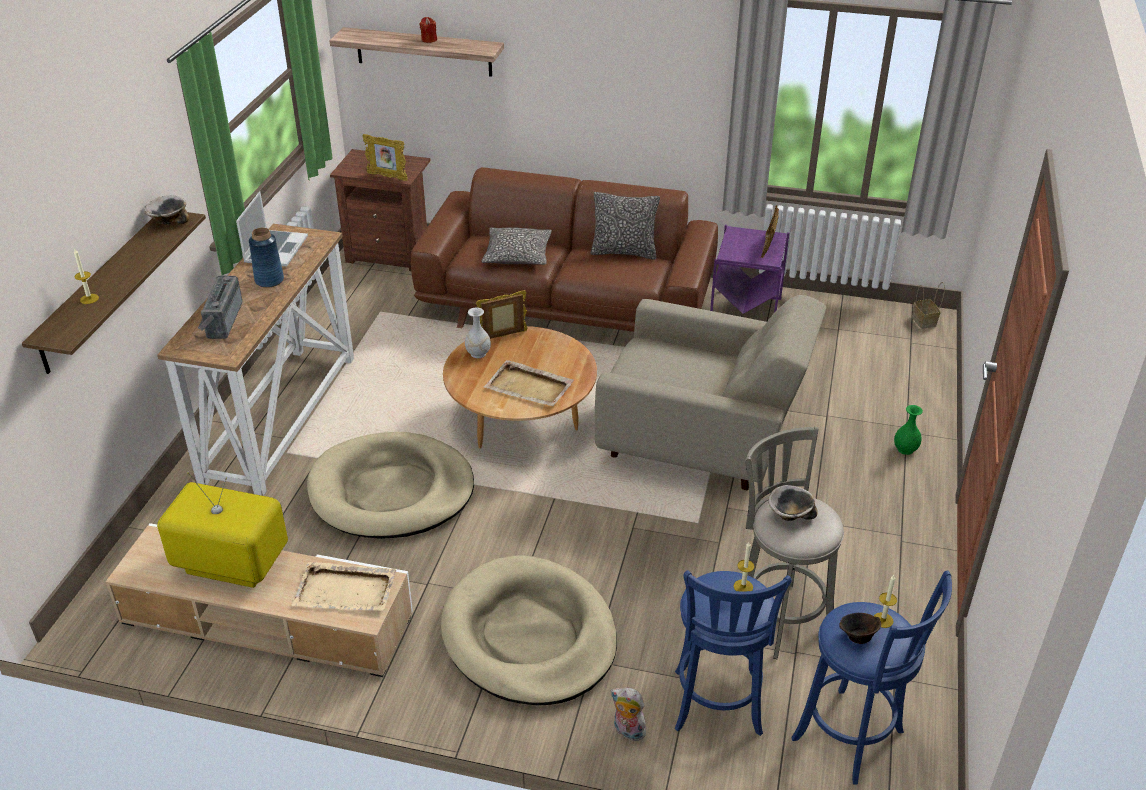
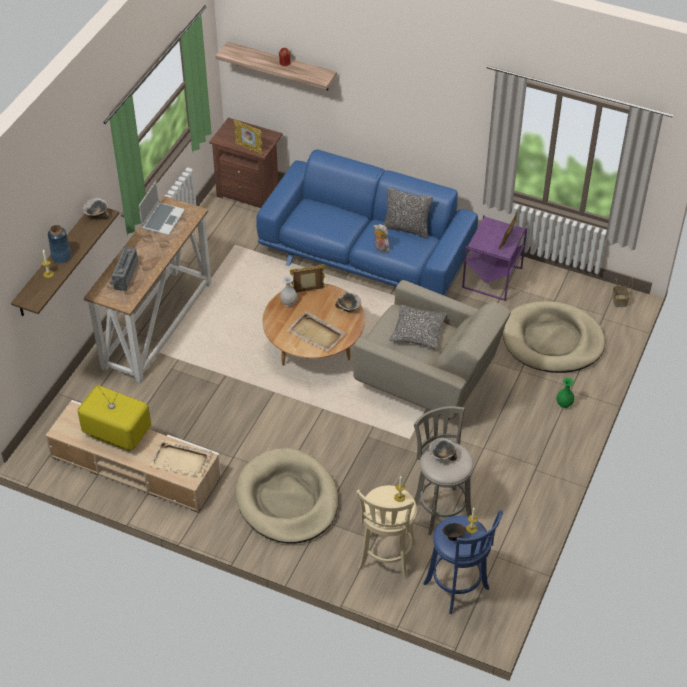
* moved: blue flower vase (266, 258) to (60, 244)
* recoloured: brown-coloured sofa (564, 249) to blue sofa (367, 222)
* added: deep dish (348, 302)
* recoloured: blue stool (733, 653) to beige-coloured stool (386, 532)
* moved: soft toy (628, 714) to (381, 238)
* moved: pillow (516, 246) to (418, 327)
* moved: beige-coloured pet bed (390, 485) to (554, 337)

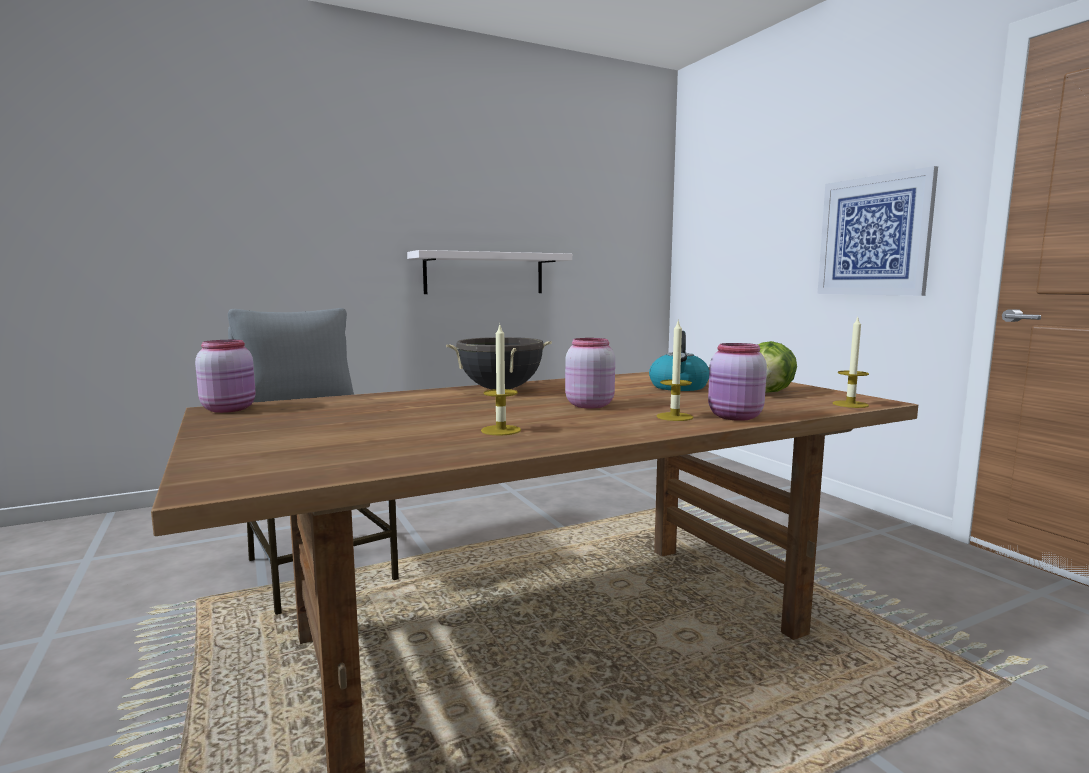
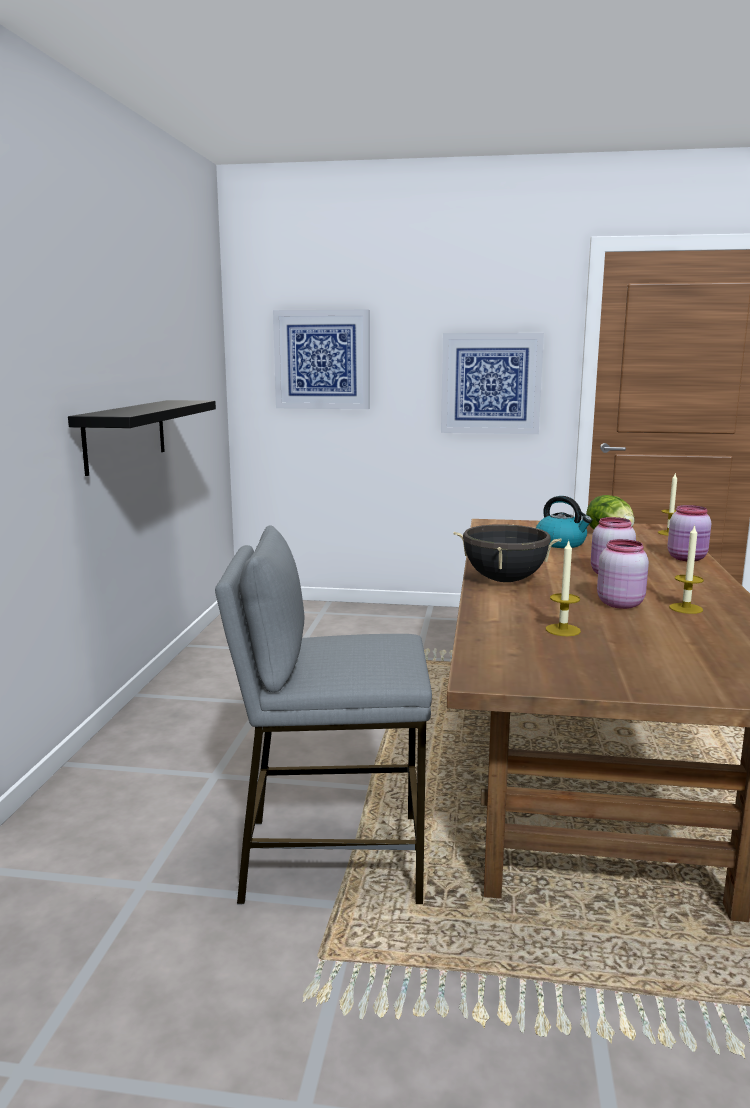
* recoloured: whitish shelf (489, 272) to black-coloured shelf (142, 438)
* added: wall art (321, 359)
* moved: candle (674, 371) to (563, 588)
* moved: pinkish jar (225, 376) to (623, 574)

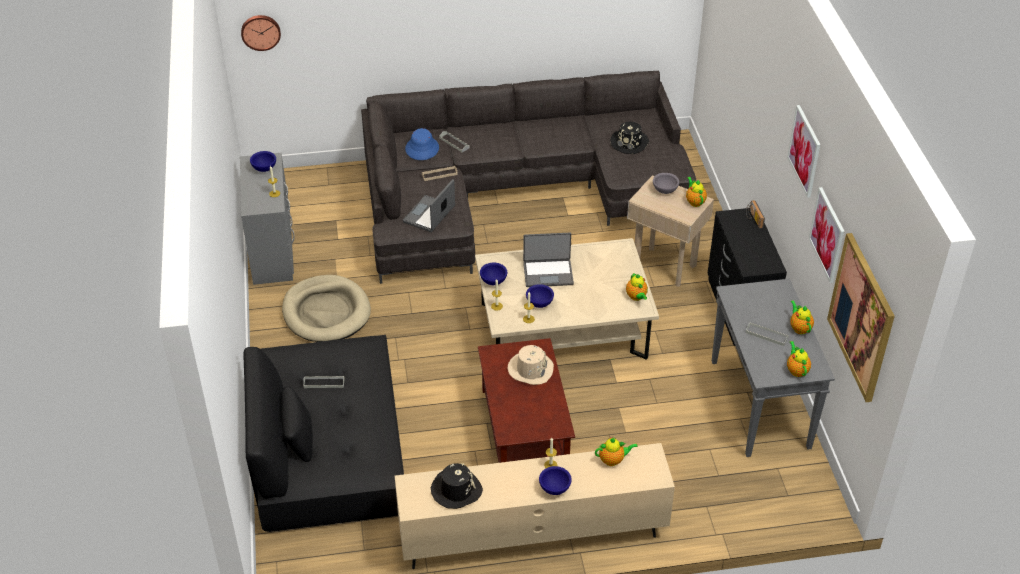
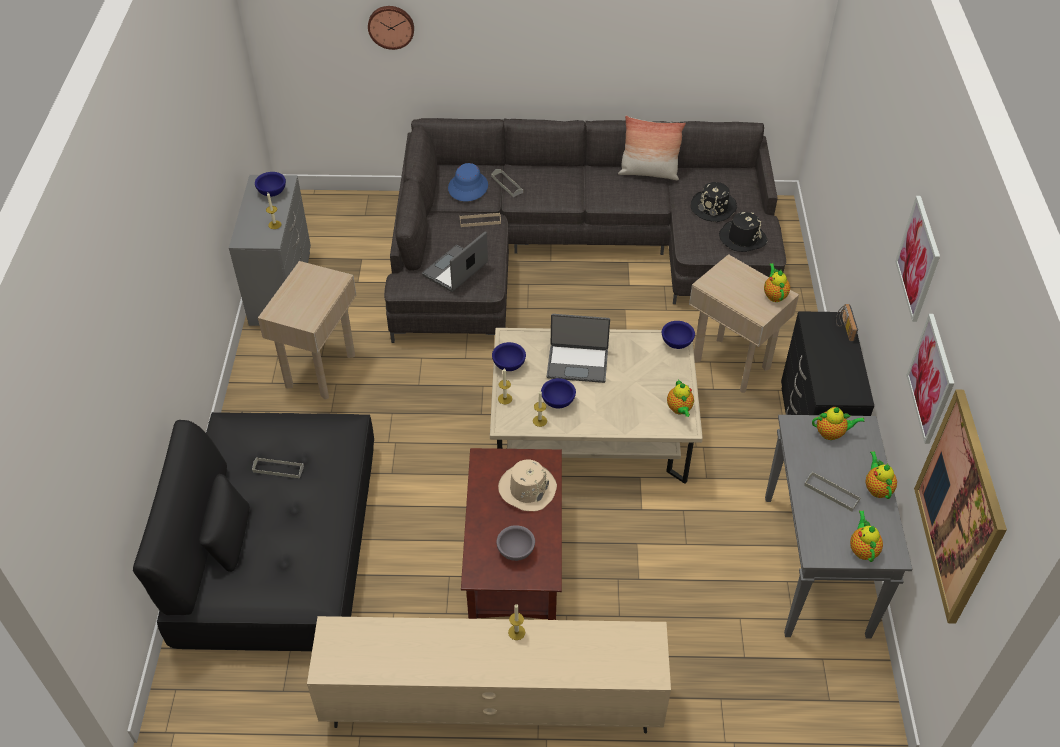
* replaced: beige-coloured pet bed (326, 308) to beige-coloured end table (307, 330)
* moved: clock on the wall (261, 33) to (391, 28)
* moved: gray deep dish (666, 183) to (515, 543)
* added: pillow (652, 147)
* moved: blue deep dish (555, 480) to (678, 335)
* moved: black-coloured clothing hat (457, 486) to (743, 232)
* moved: pot for tea (616, 451) to (838, 423)

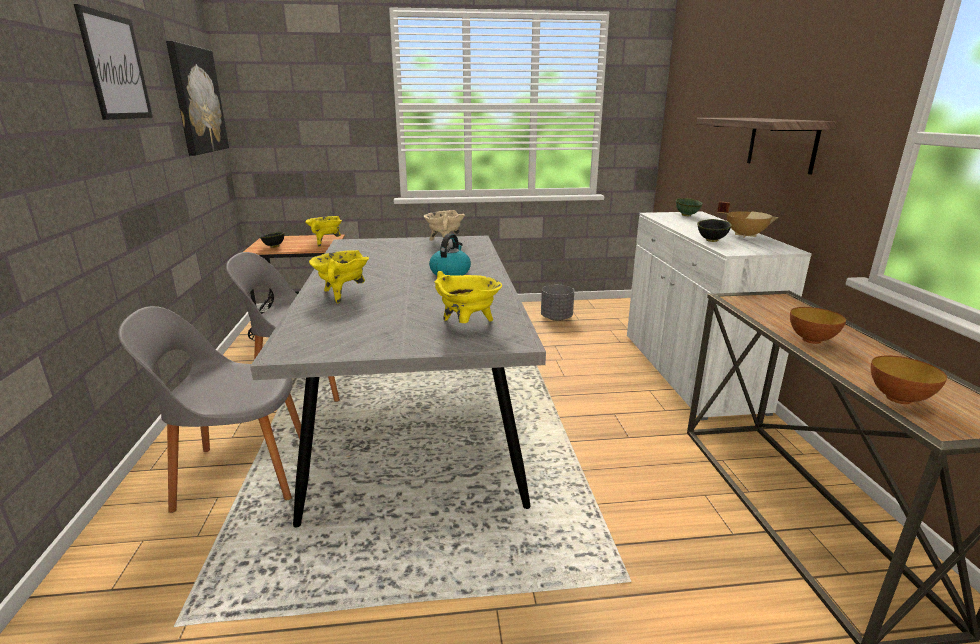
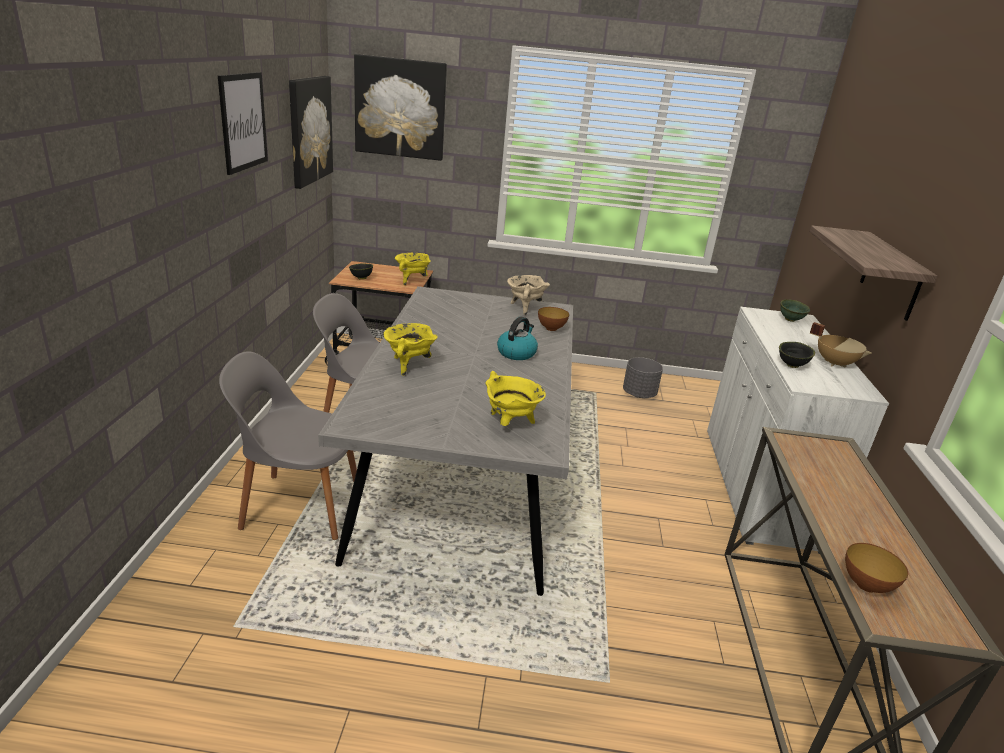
* added: wall art (400, 107)
* moved: deep dish (818, 325) to (553, 319)

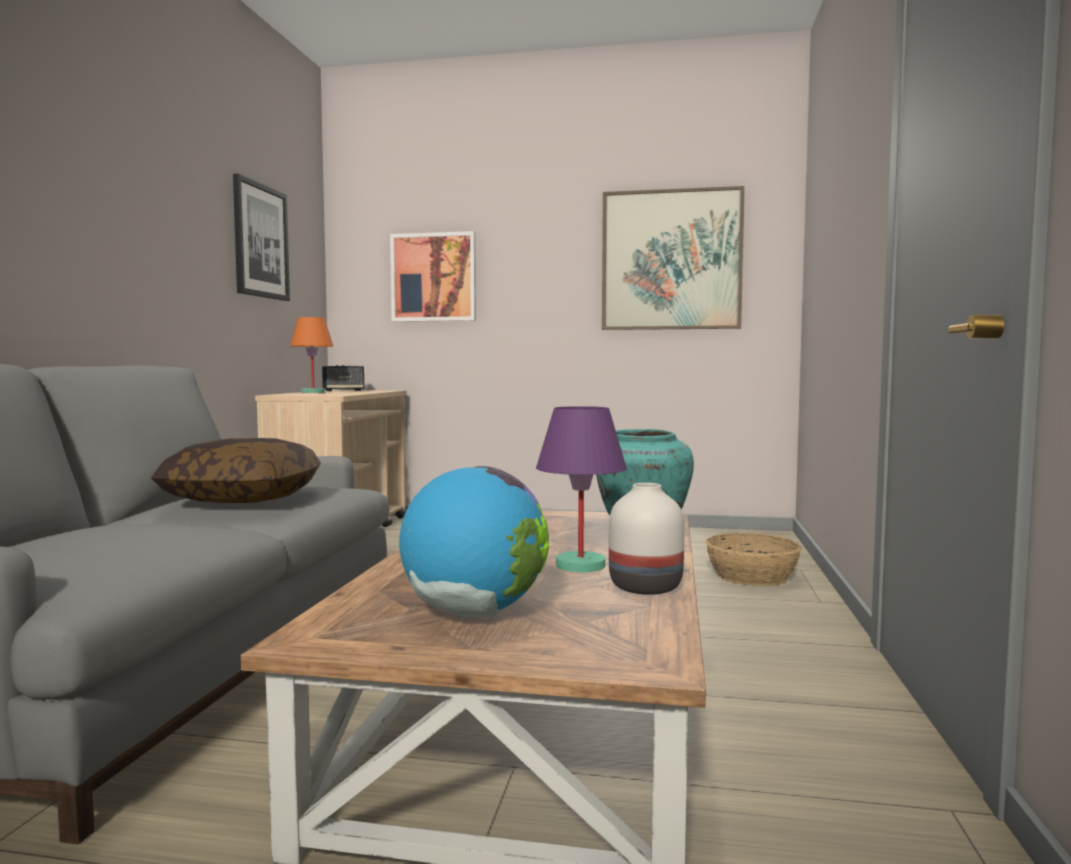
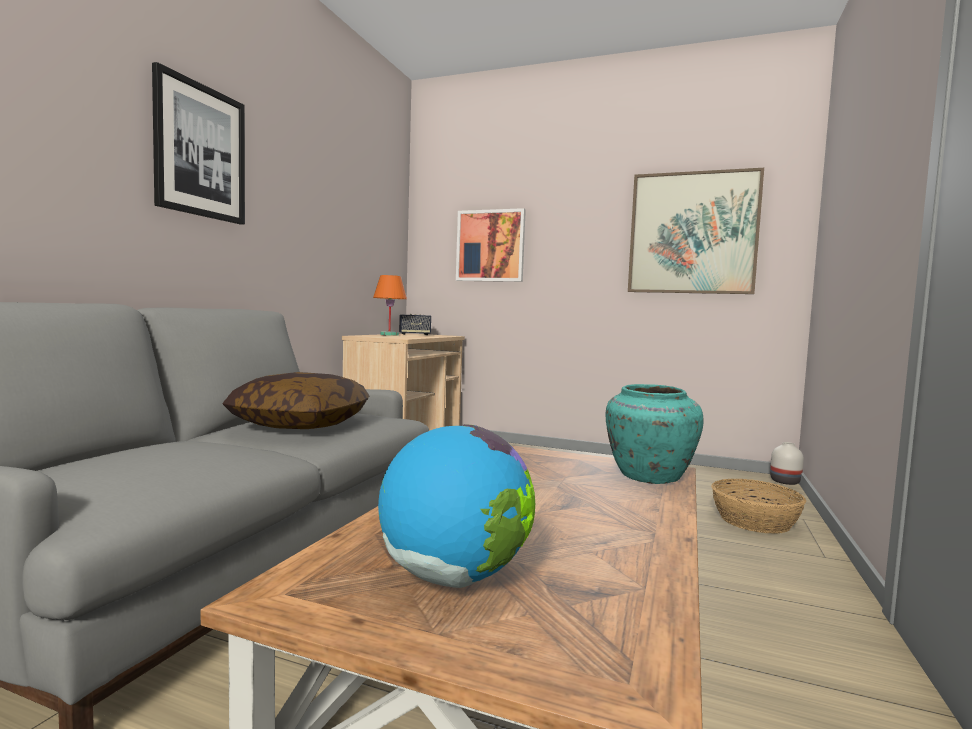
* moved: wall art (261, 237) to (198, 143)
* moved: whitish flower vase (646, 539) to (787, 463)
* removed: purple lamp for a table (581, 489)

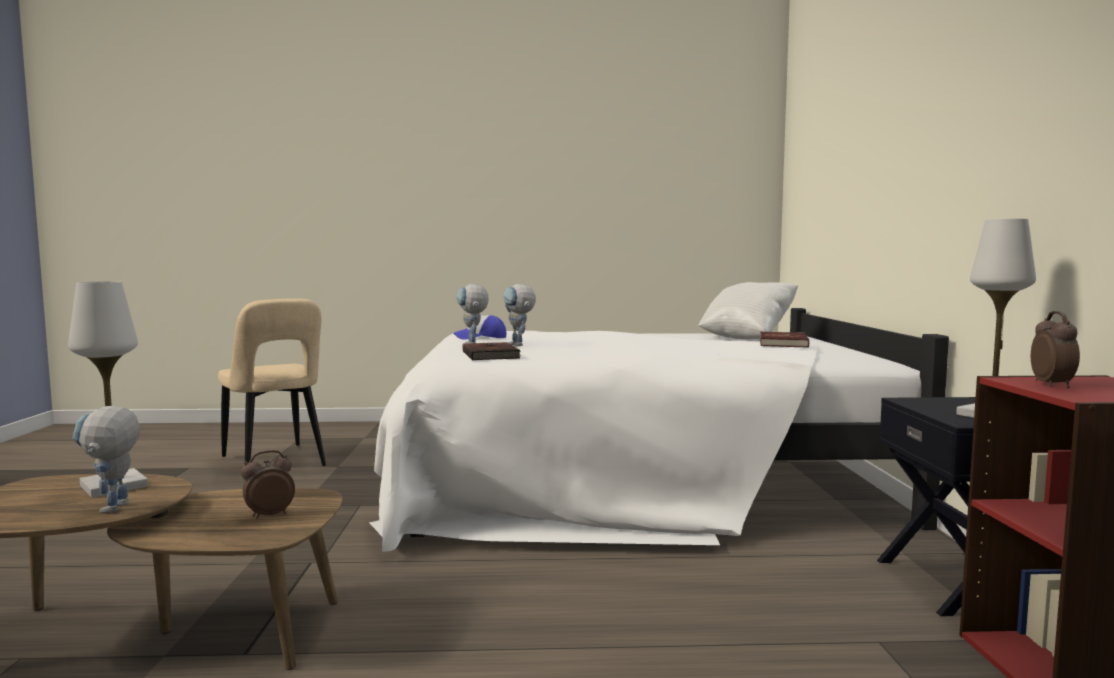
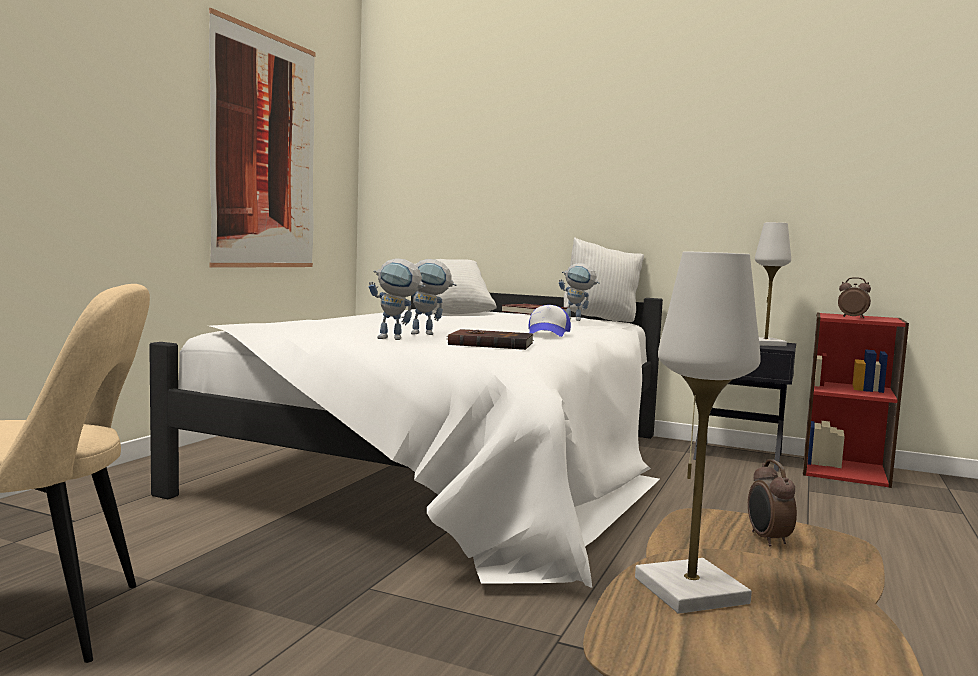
* added: wall art (262, 138)
* moved: peaked cap (480, 327) to (549, 321)
* moved: model robot (106, 459) to (579, 292)
* added: whitish pillow (604, 279)

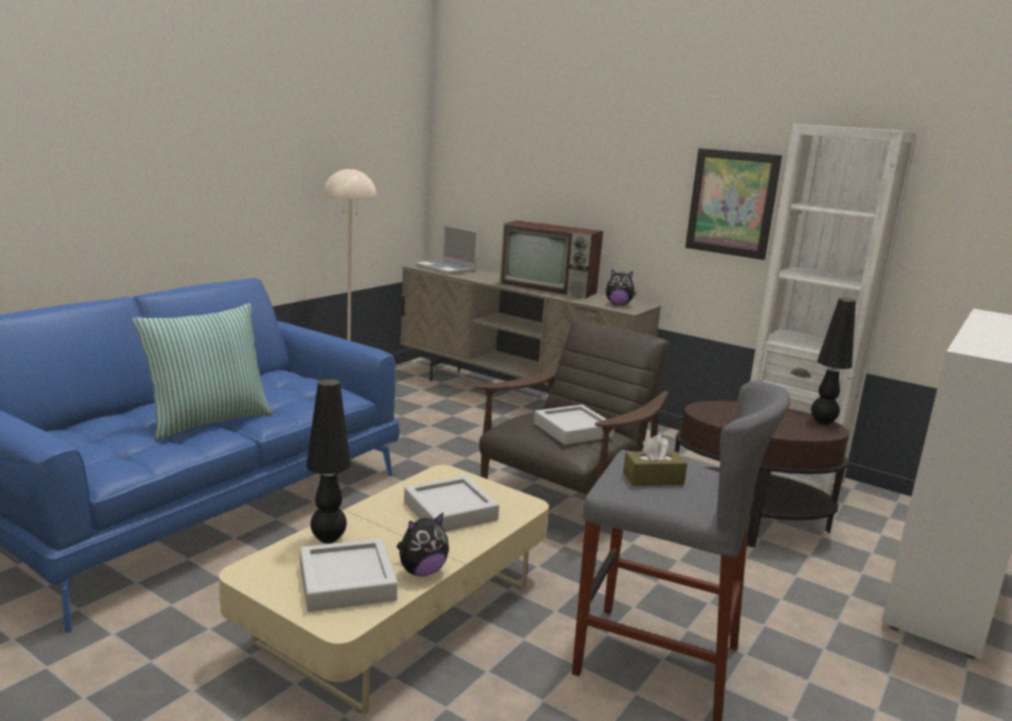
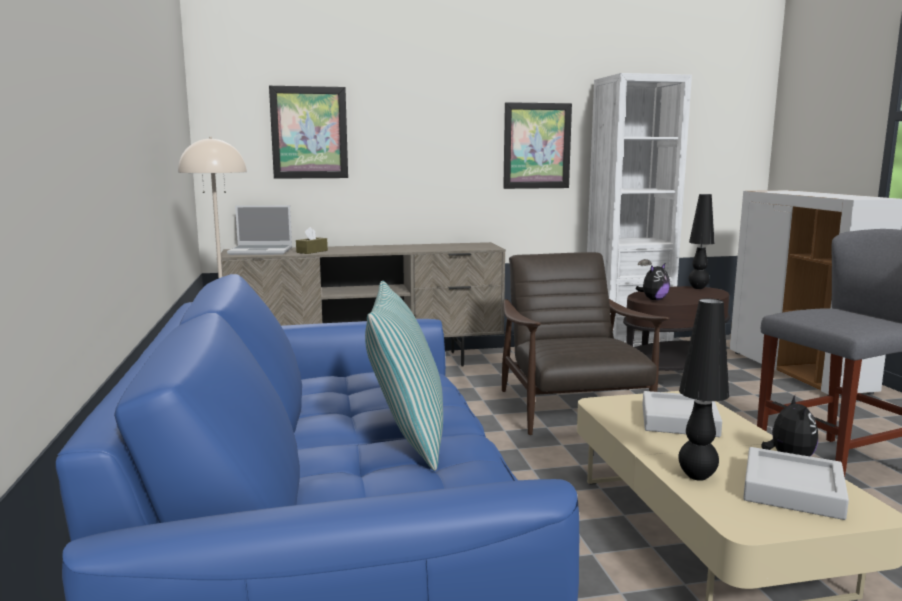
* added: wall art (308, 132)
* moved: brown-coloured box of tissues (655, 460) to (312, 240)
* moved: soft toy (621, 287) to (653, 282)
* removed: television (551, 259)
* removed: gray tray (574, 425)

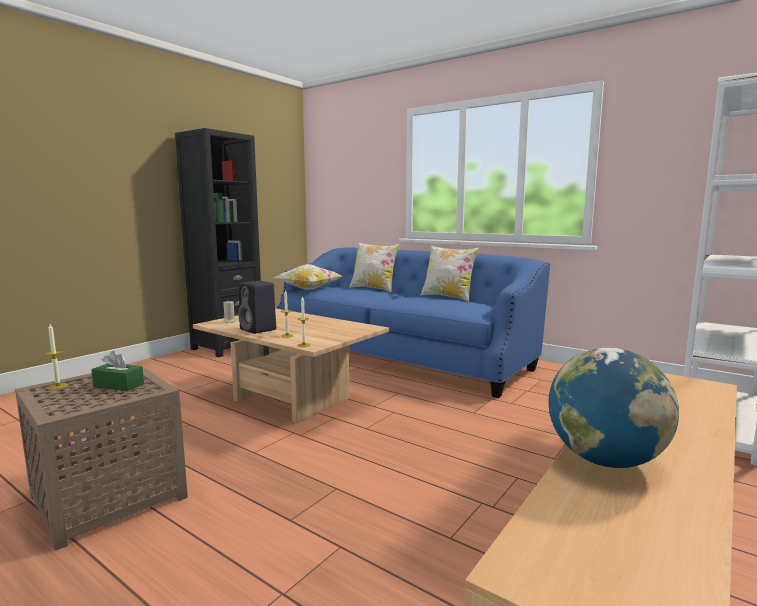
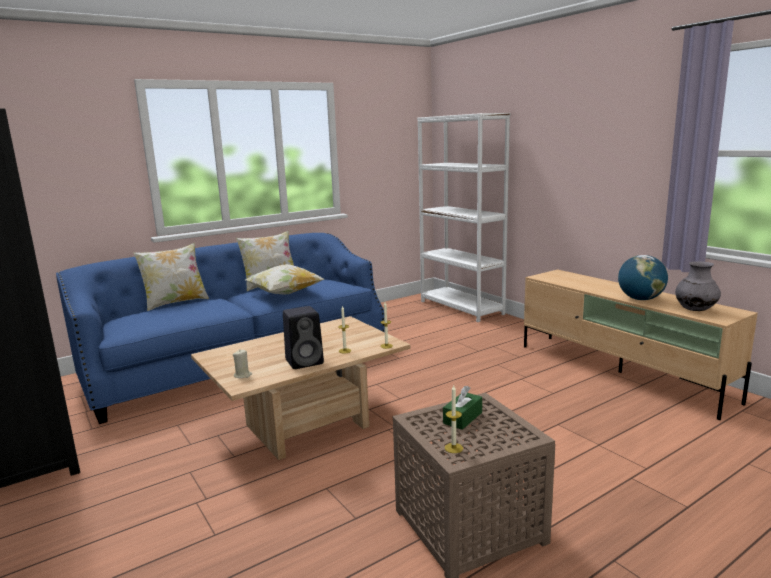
* moved: pillow (308, 277) to (284, 279)
* added: gray flower vase (698, 286)

